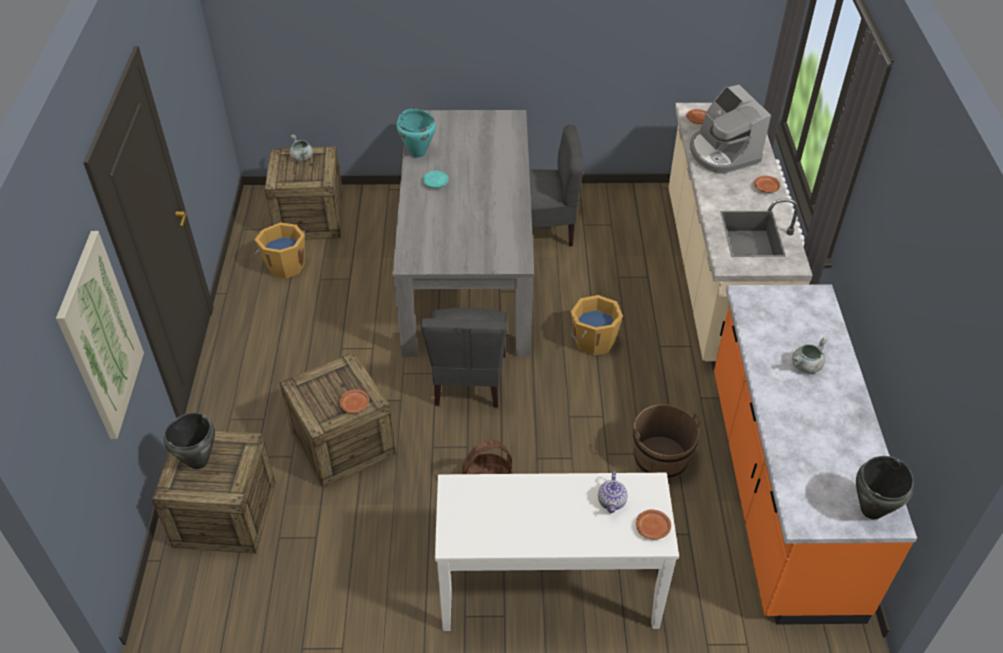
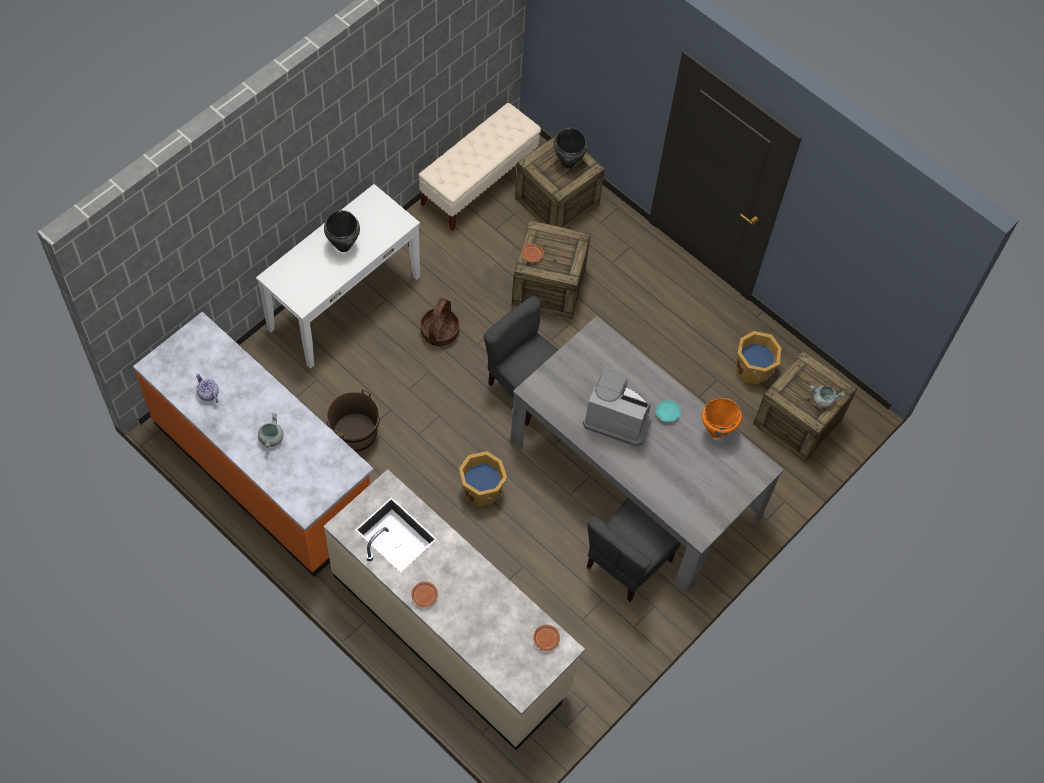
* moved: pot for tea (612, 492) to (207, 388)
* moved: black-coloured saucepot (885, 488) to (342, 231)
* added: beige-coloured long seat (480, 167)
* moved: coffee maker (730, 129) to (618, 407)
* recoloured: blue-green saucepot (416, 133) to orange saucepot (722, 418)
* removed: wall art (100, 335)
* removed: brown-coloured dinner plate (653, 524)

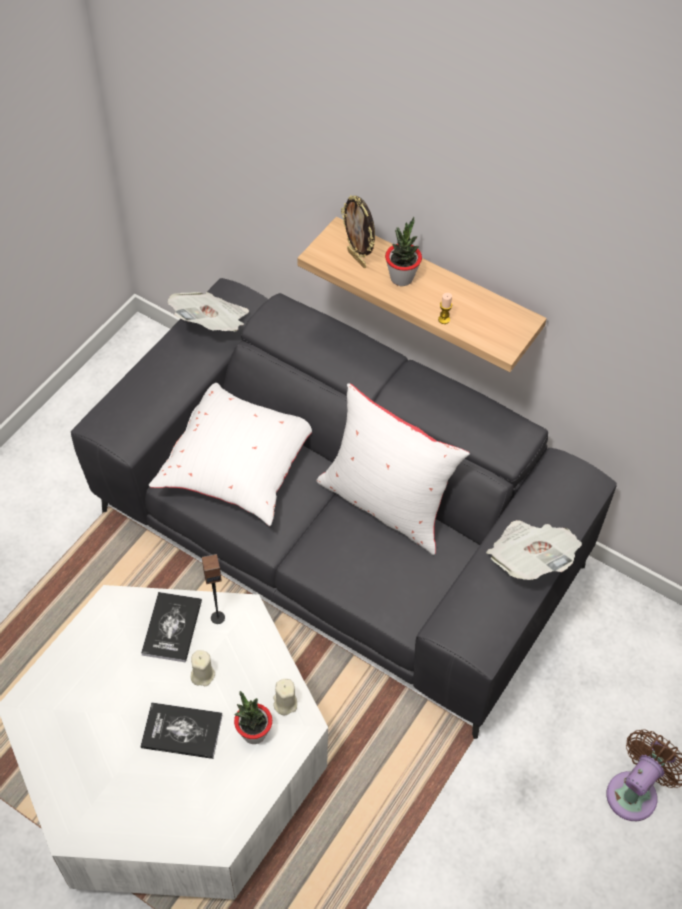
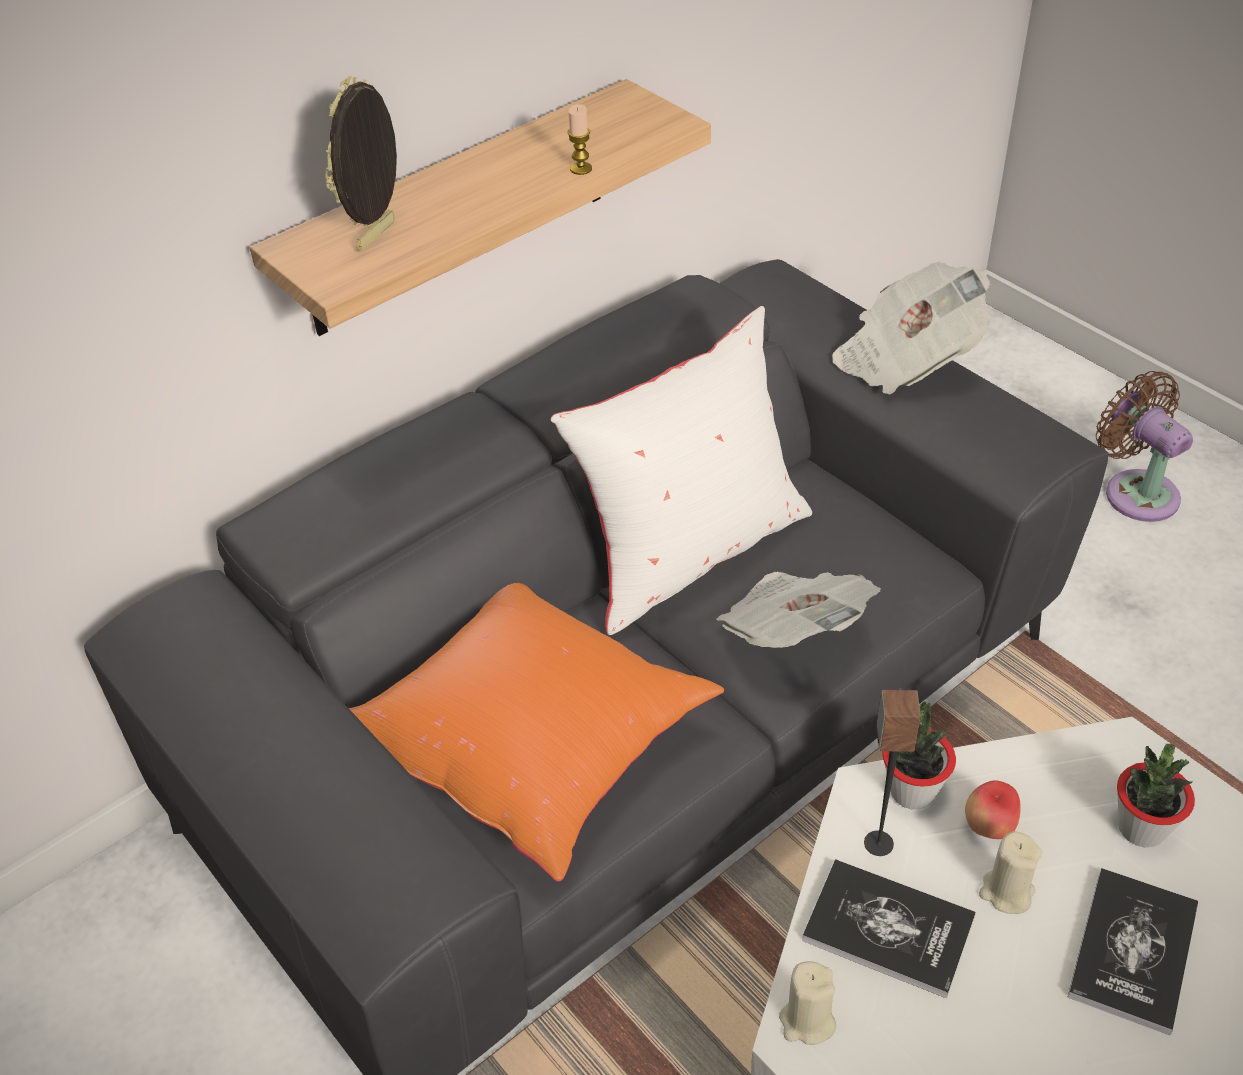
* turned: picture frame (358, 231) = (361, 163) 135 degrees clockwise
* recoloured: whitish pillow (230, 454) to orange pillow (536, 732)
* moved: newspaper (208, 311) to (798, 609)
* moved: beige-coloured candle (285, 697) to (807, 1003)
* moved: plant in a pot (403, 251) to (919, 748)
* added: apple (993, 809)

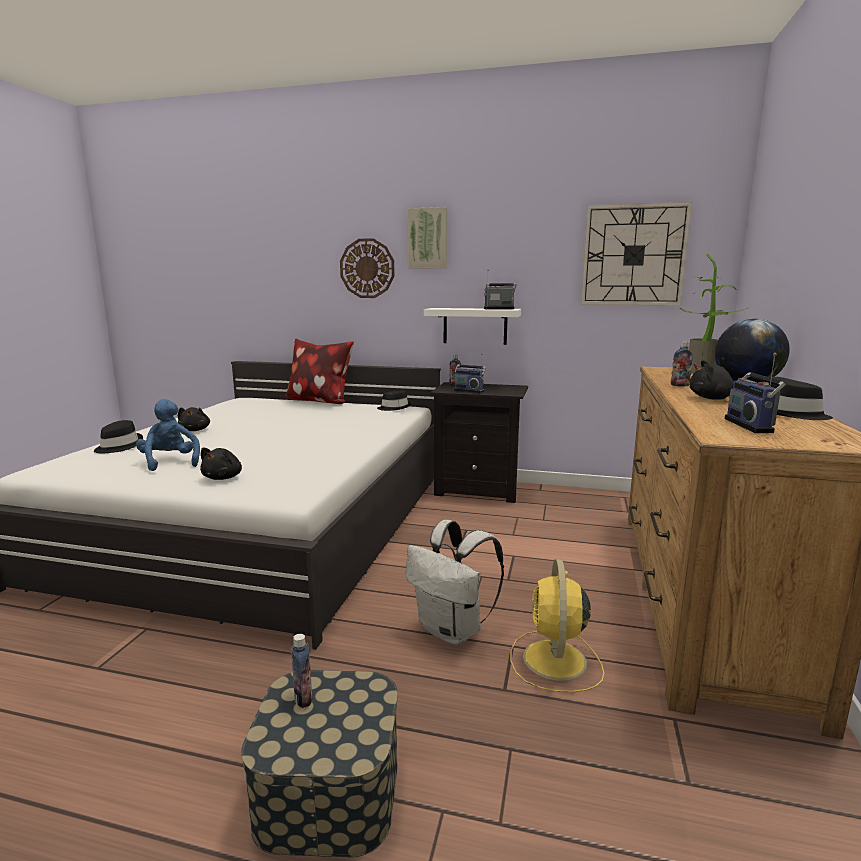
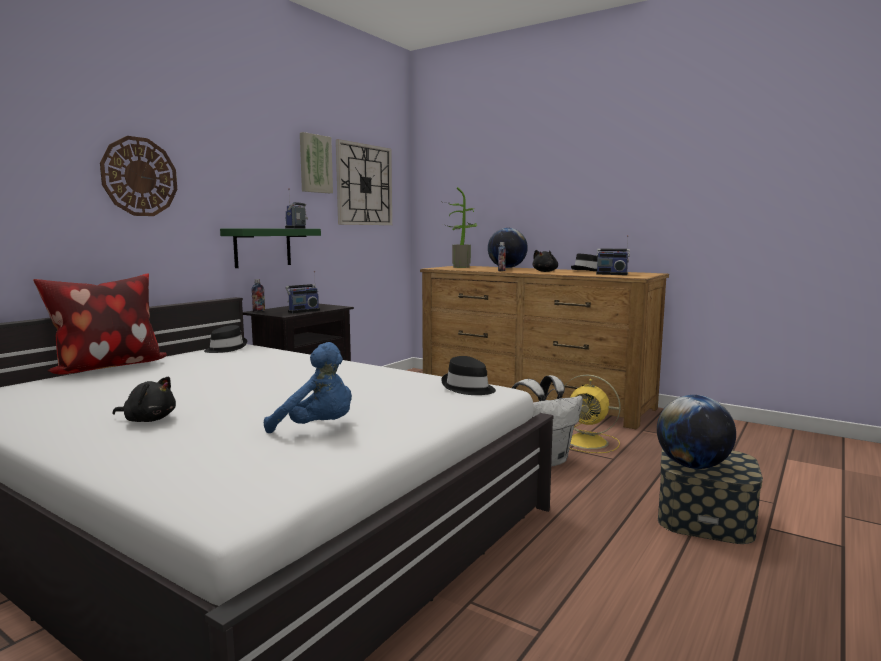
* recoloured: whitish shelf (472, 326) to greenish shelf (270, 248)
* turned: blue soft toy (168, 435) = (308, 387) 150 degrees counterclockwise
* moved: wall art (427, 238) to (316, 162)
* moved: black-coloured clothing hat (118, 436) to (468, 375)
* replaced: bottle (301, 671) to globe (696, 432)
* removed: black-coloured soft toy (221, 463)

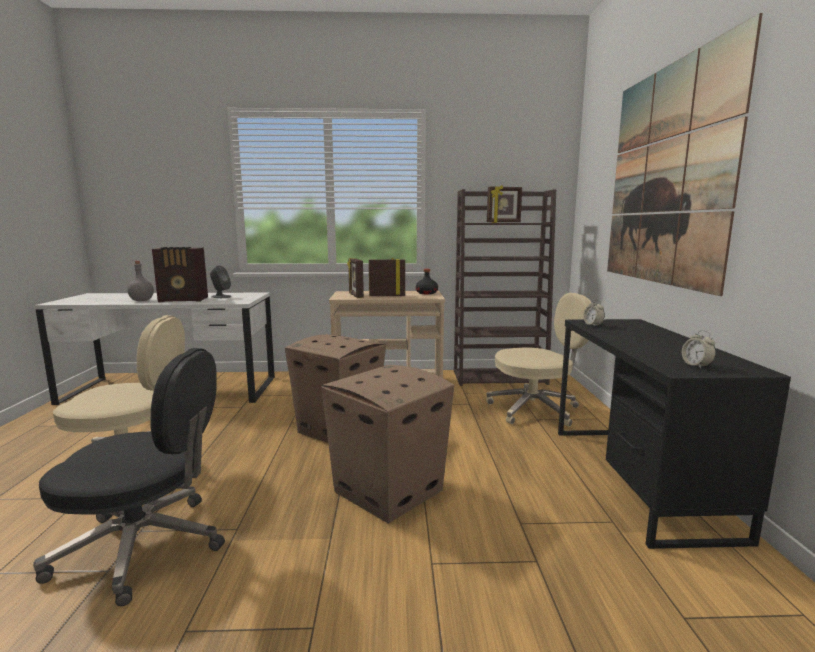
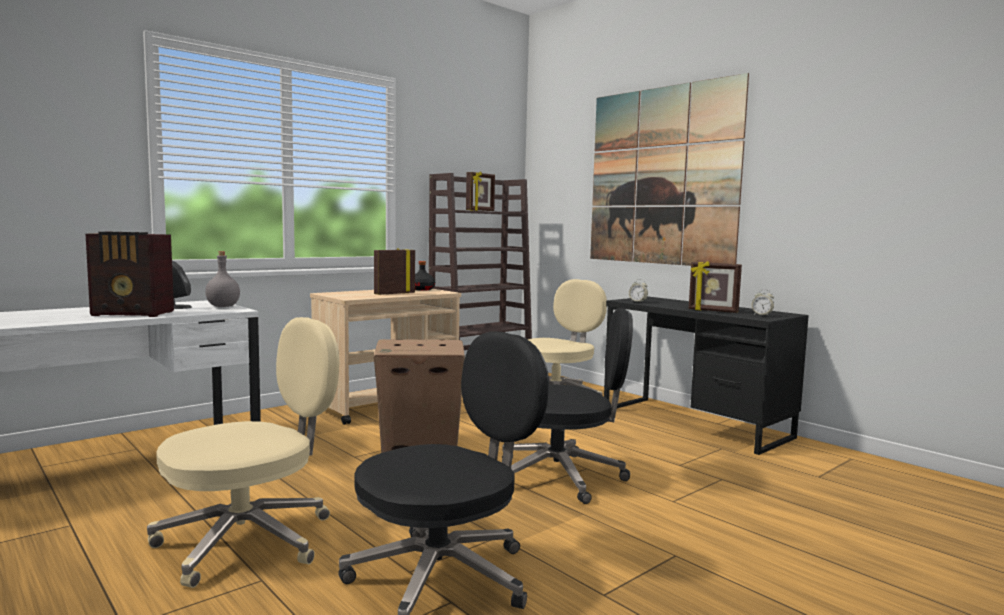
* turned: radio (180, 274) = (130, 274) 45 degrees clockwise
* moved: gray bottle (140, 281) to (222, 279)
* replaced: carton (387, 444) to black-coloured office chair (567, 406)
* moved: picture frame (355, 278) to (715, 287)

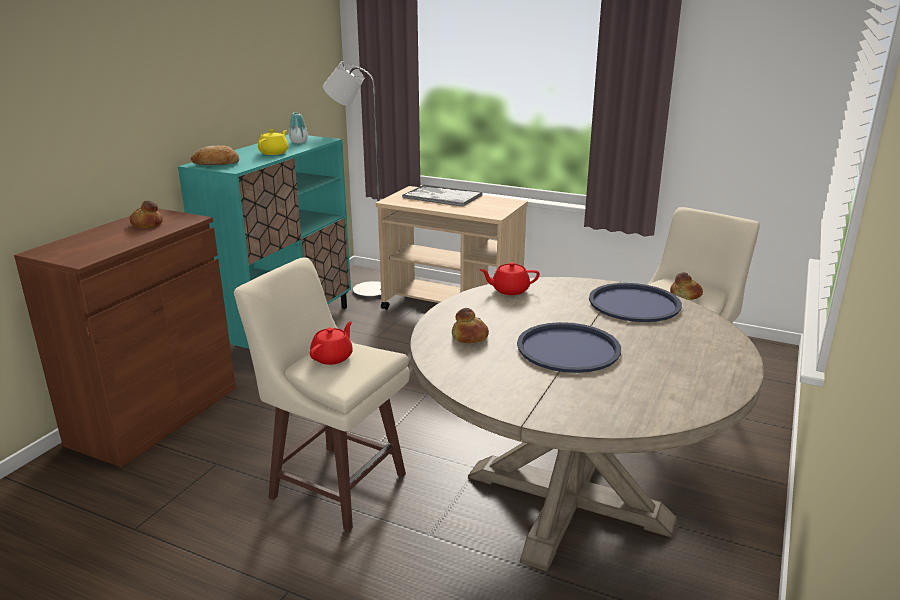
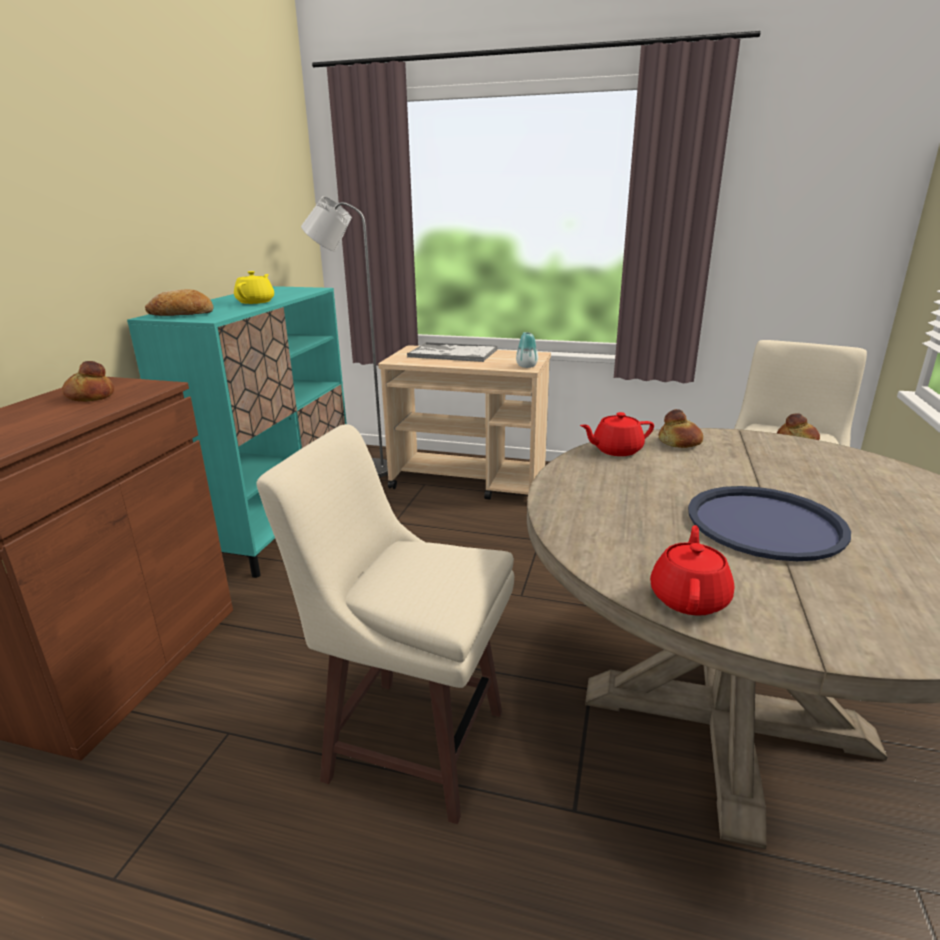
* moved: flower vase (298, 128) to (527, 350)
* moved: reddish pot for tea (331, 343) to (692, 570)
* moved: bakery bread (470, 325) to (681, 428)
* removed: blue tray (635, 302)

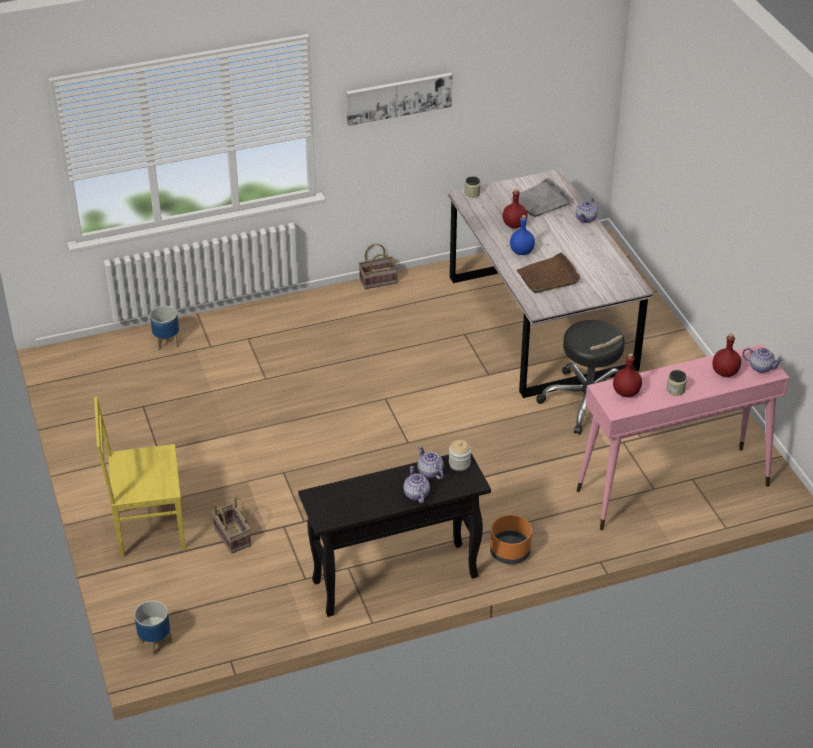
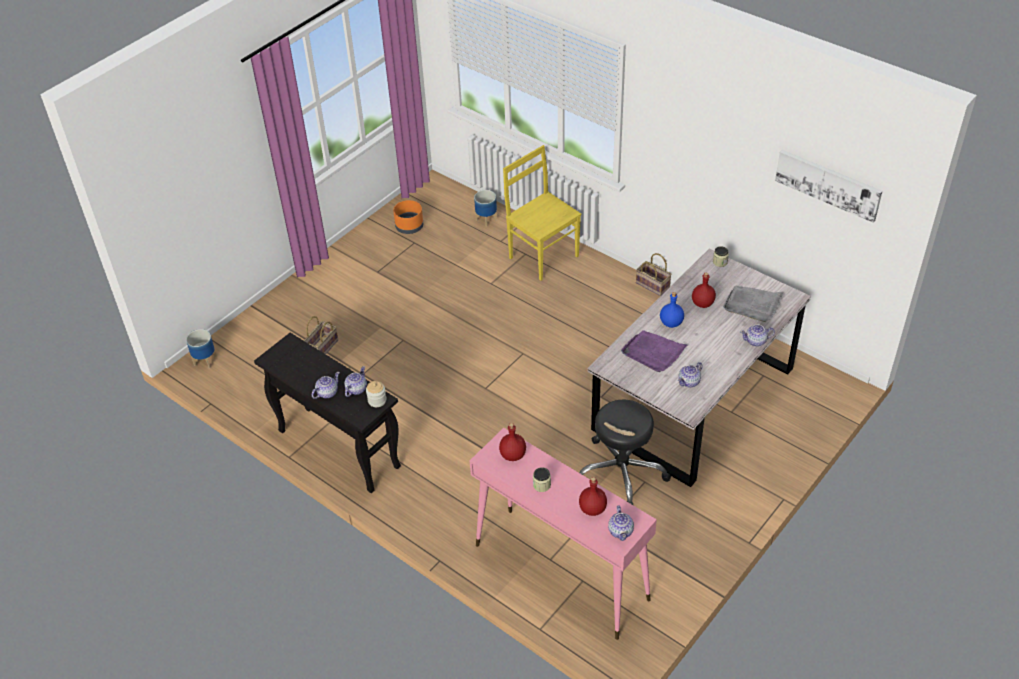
* moved: orange planter (511, 539) to (408, 217)
* moved: yellow-coloured upright chair (140, 477) to (542, 213)
* recoloured: brown-coloured tray (548, 272) to purple tray (654, 351)
* added: pot for tea (690, 374)
* moved: wall art (399, 99) to (828, 186)

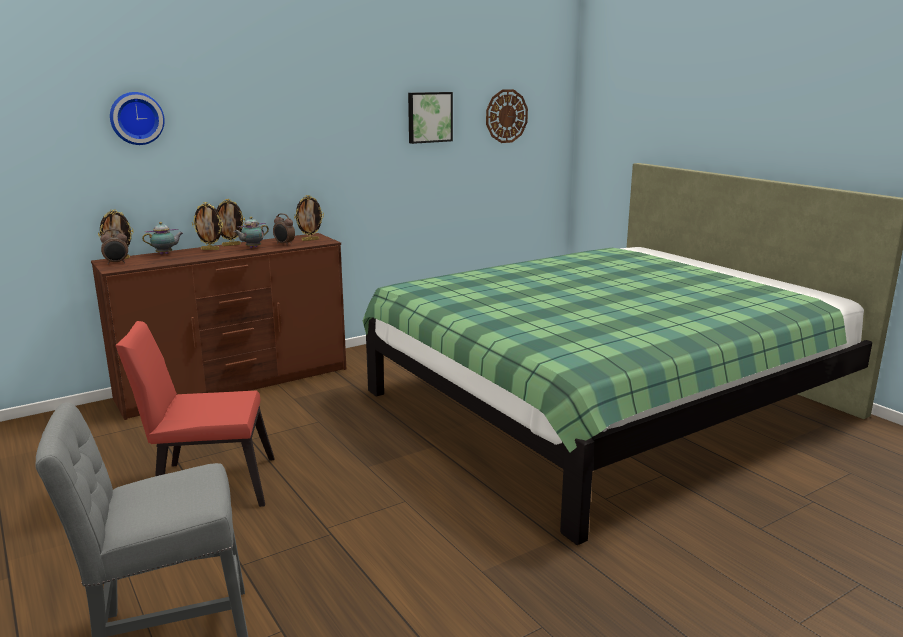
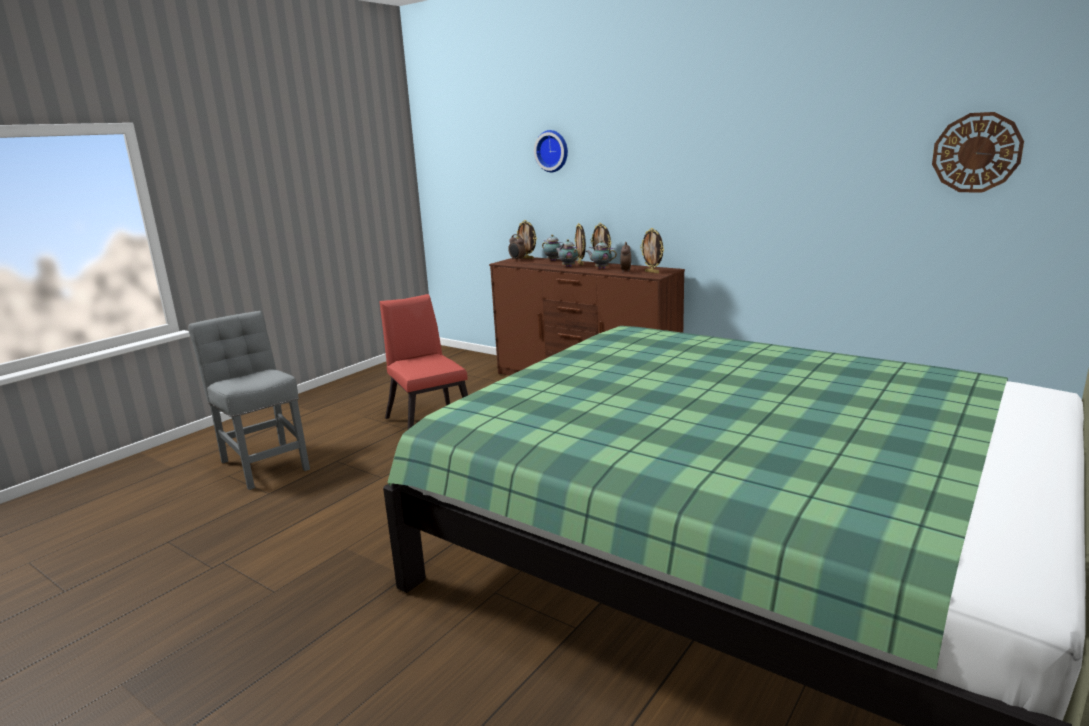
* added: pot for tea (568, 253)
* removed: wall art (430, 118)

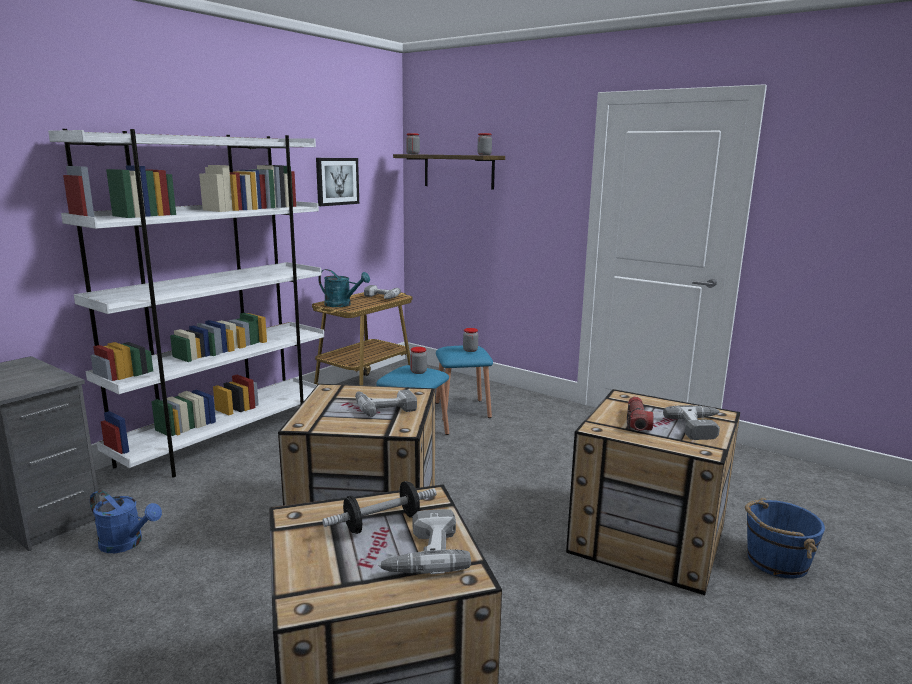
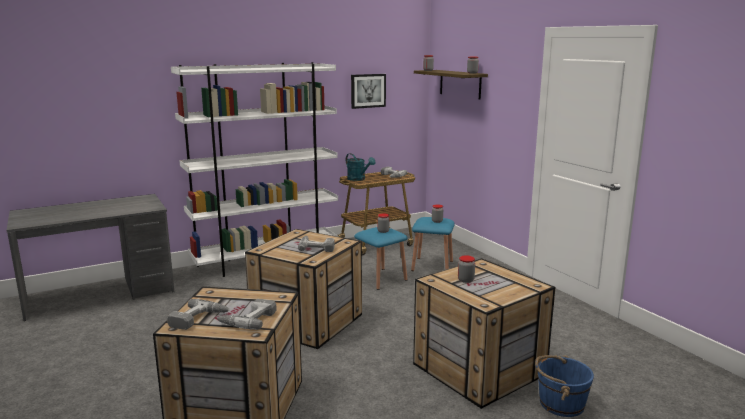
* moved: power drill (691, 422) to (198, 314)
* replaced: hand torch (640, 414) to jar (466, 269)
* removed: blue watering pot (126, 521)
* removed: dumbbell (379, 507)

